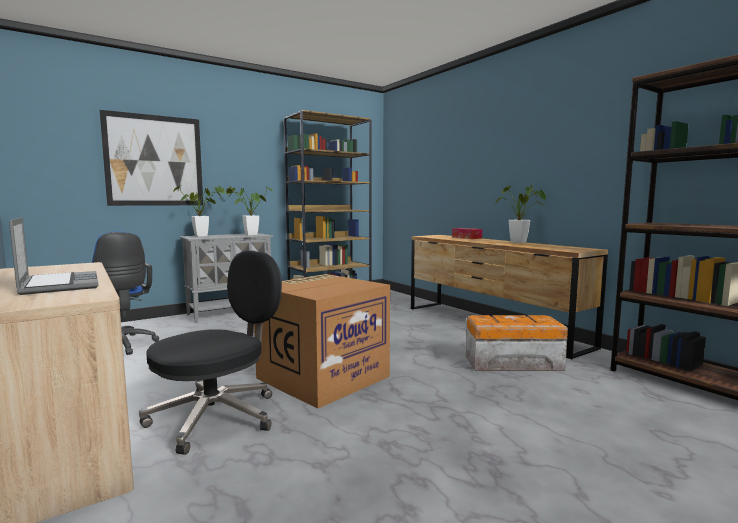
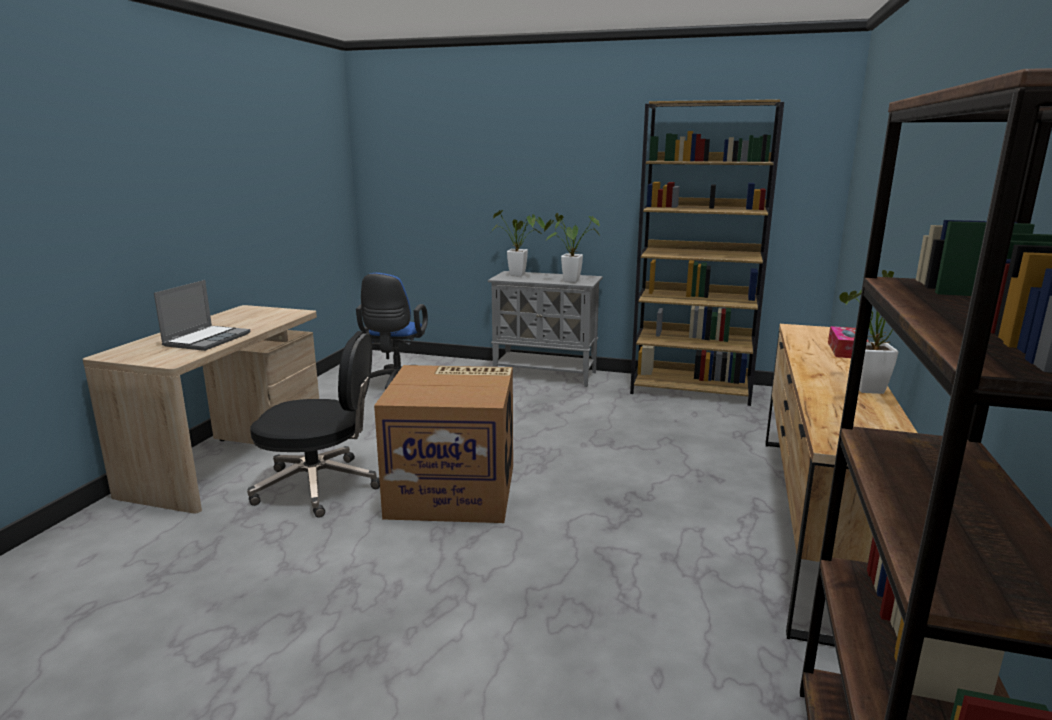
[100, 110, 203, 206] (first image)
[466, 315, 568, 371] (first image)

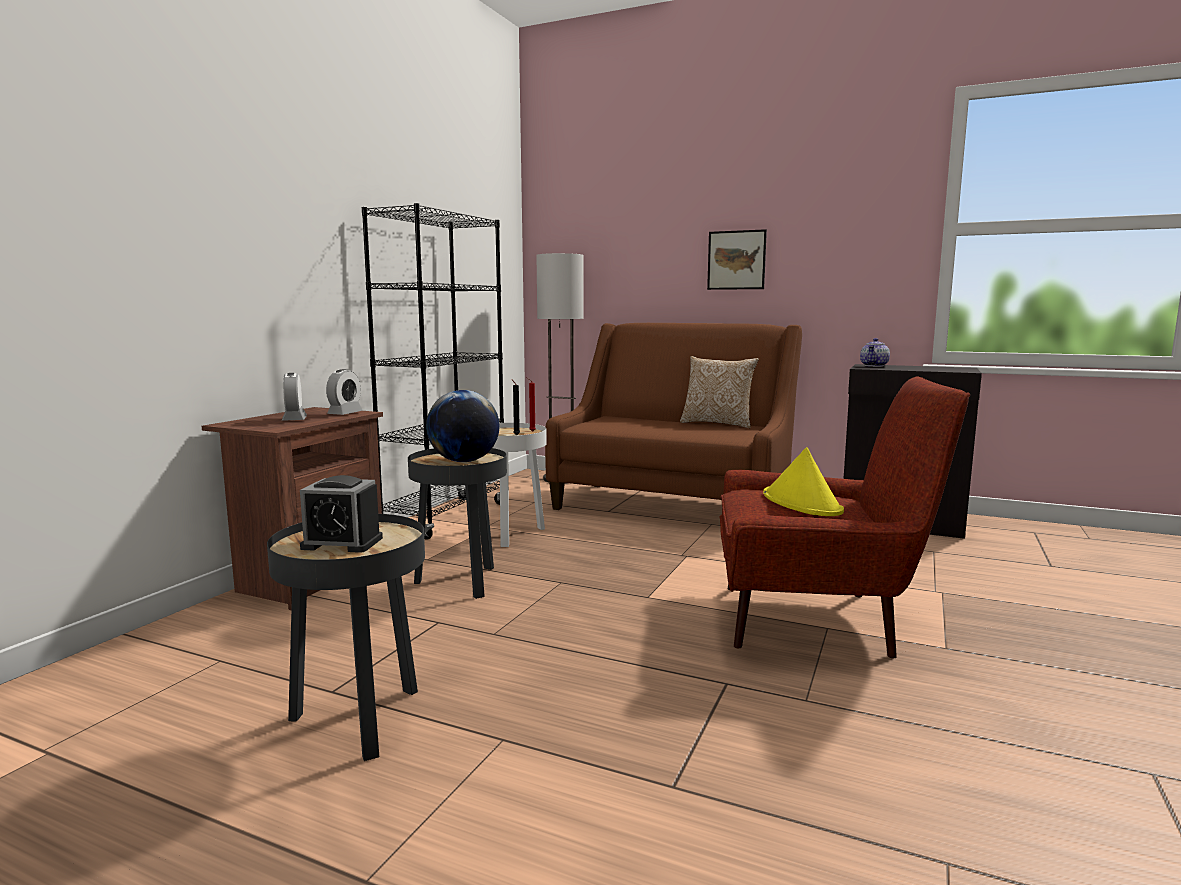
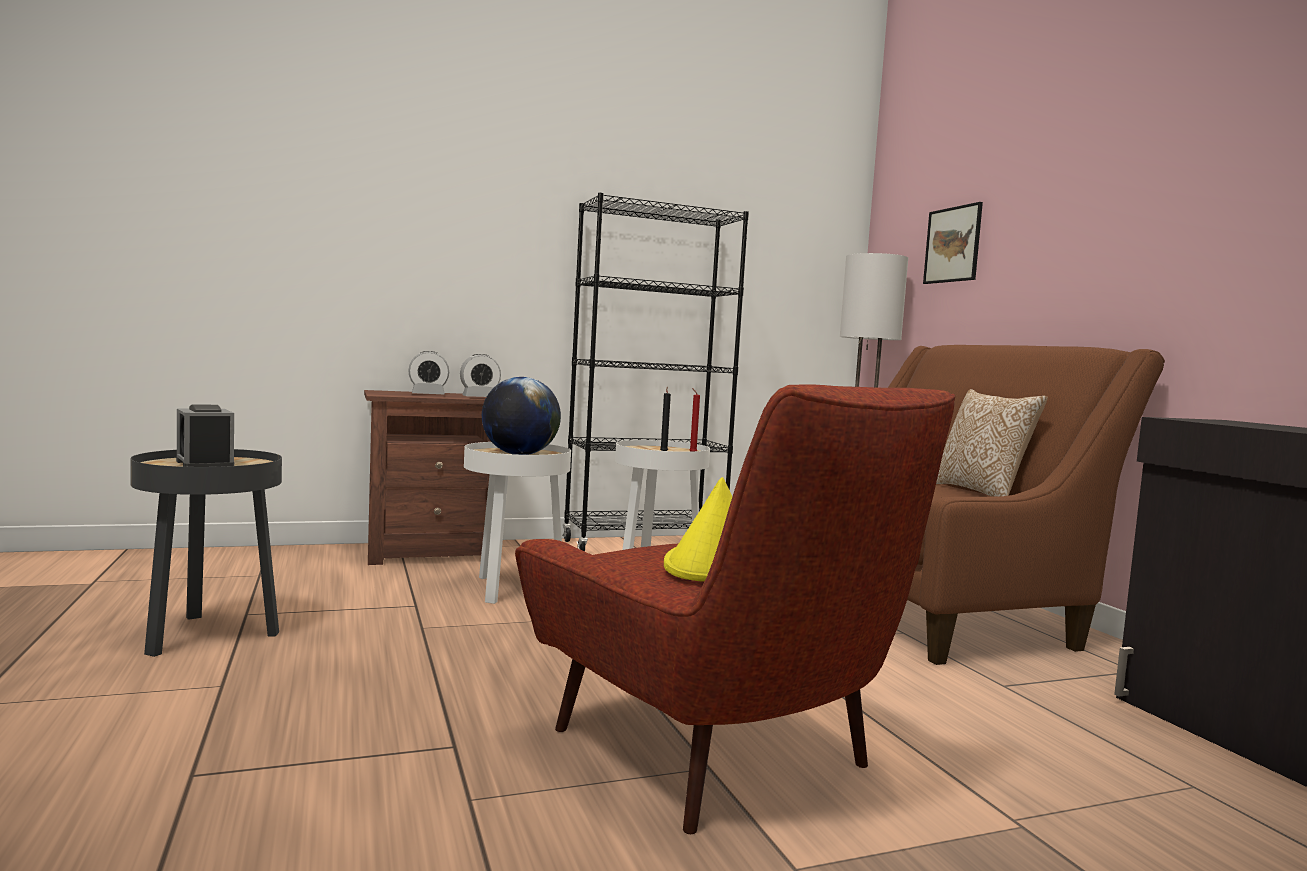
[408, 351, 449, 394]
[464, 442, 571, 604]
[923, 202, 983, 284]
[860, 338, 890, 367] (first image)

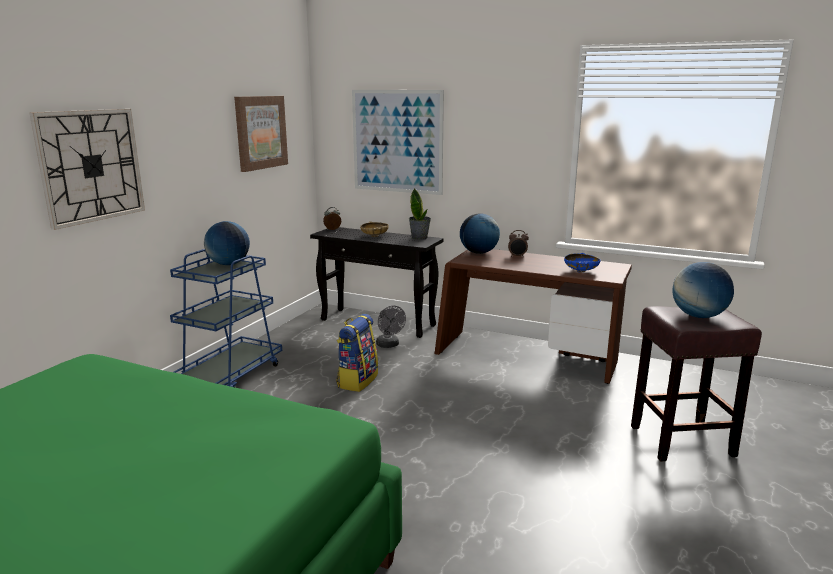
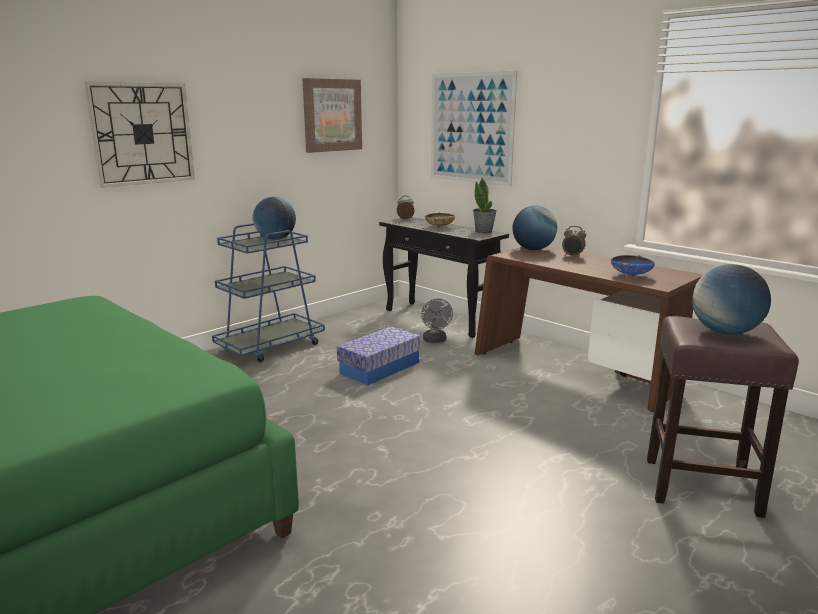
[337, 326, 421, 385]

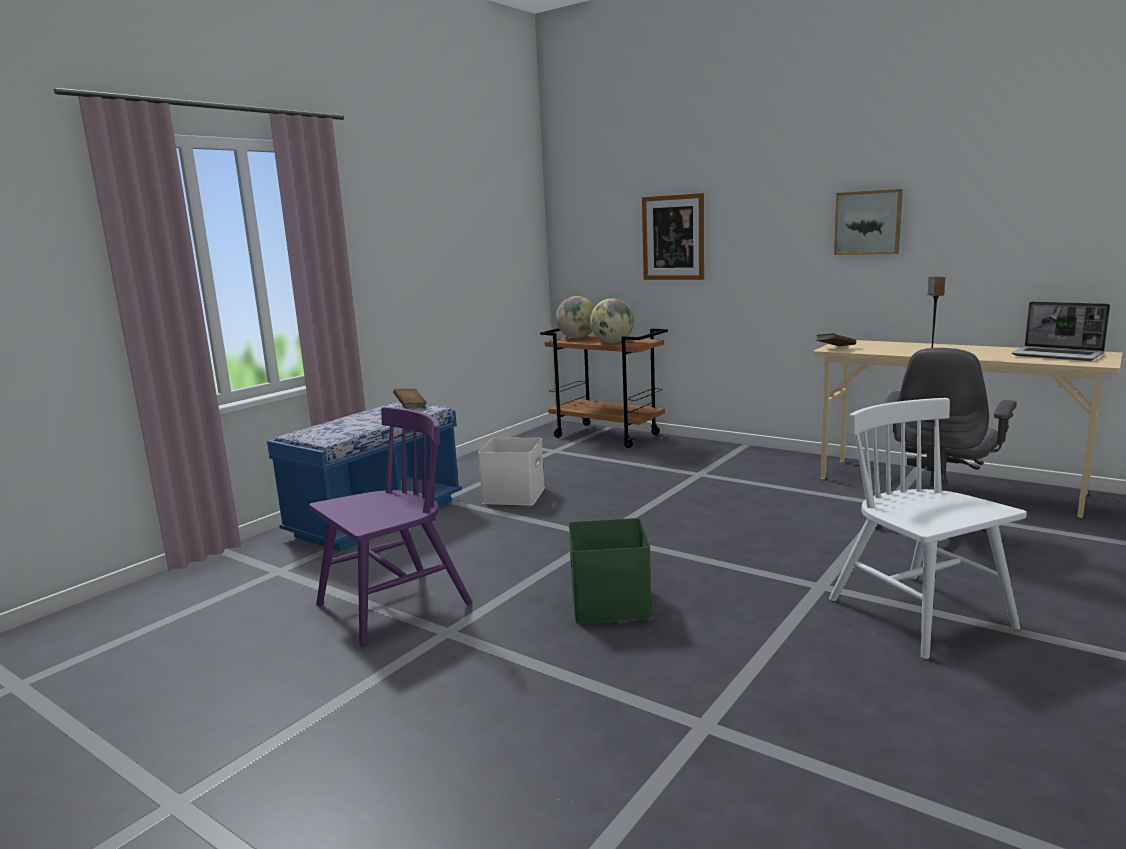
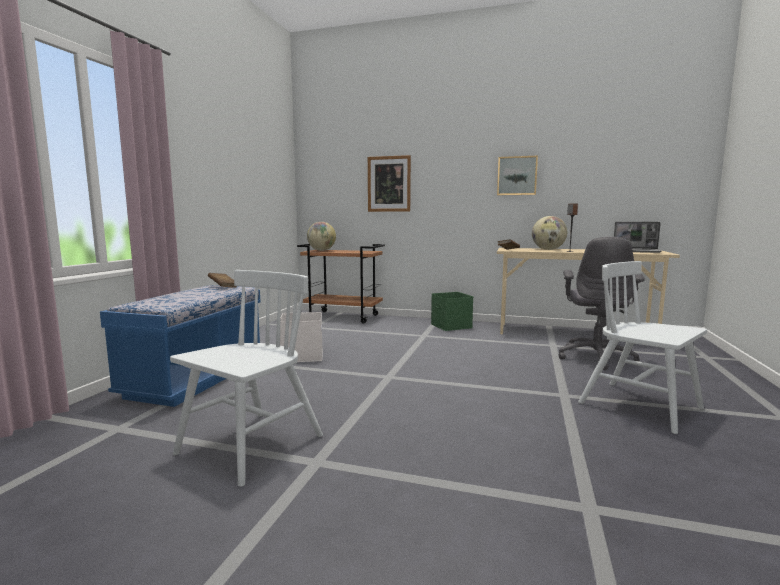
[170, 270, 323, 487]
[431, 292, 473, 331]
[532, 216, 567, 250]

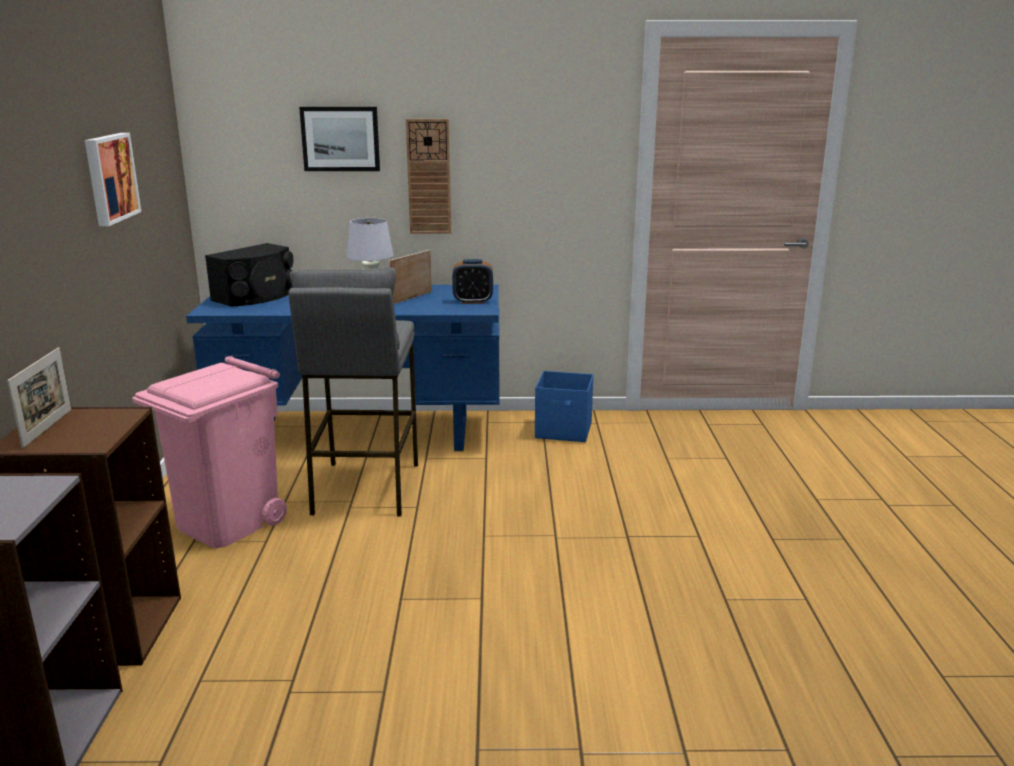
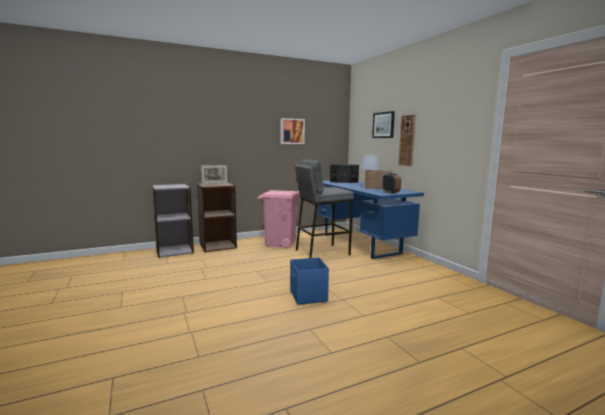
[290, 258, 329, 305]

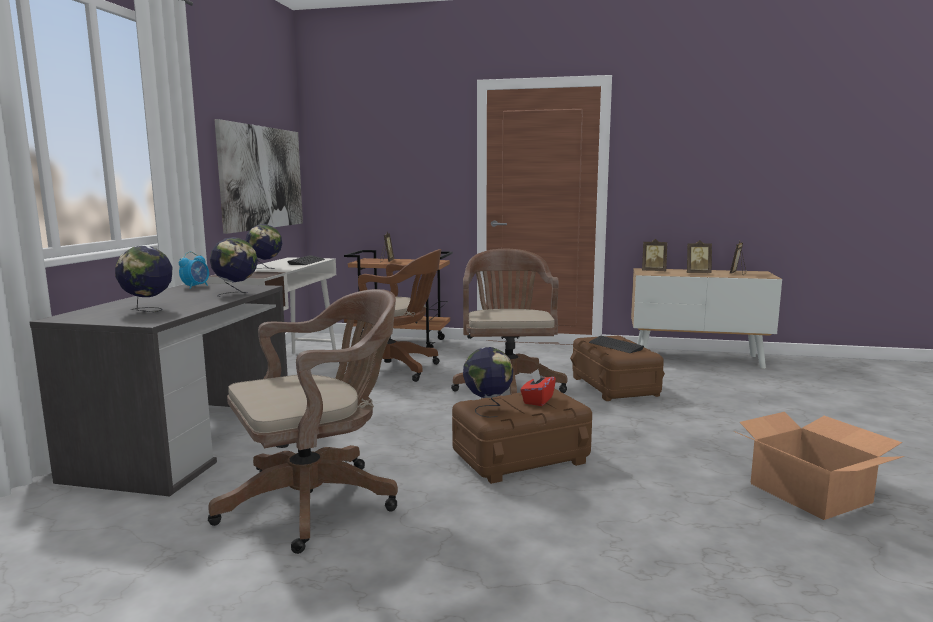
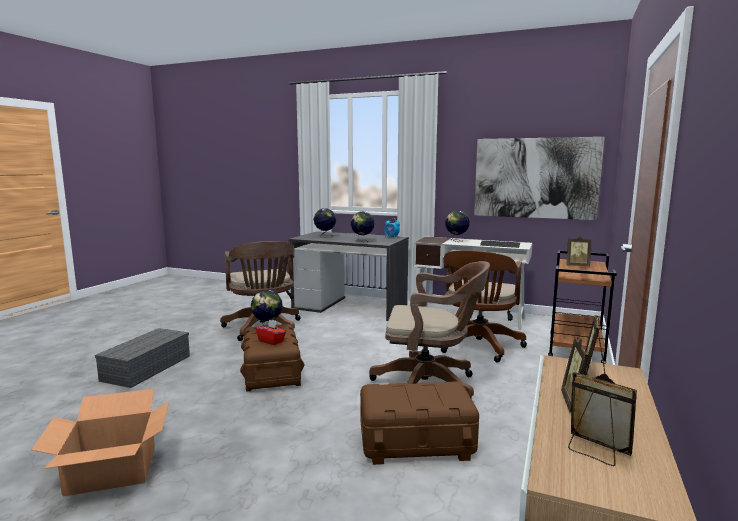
[589, 336, 644, 353] (first image)
[95, 328, 190, 388]

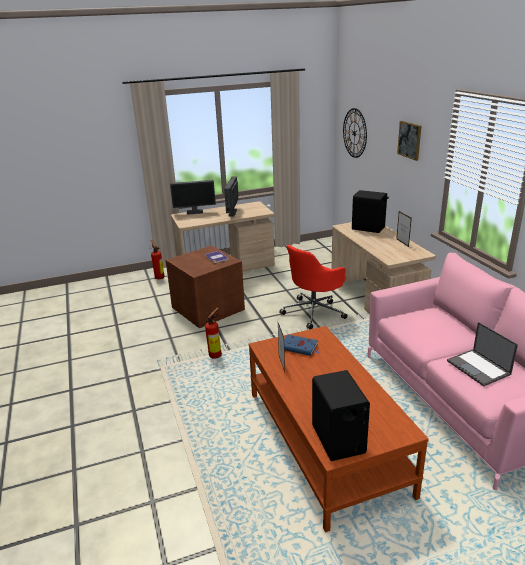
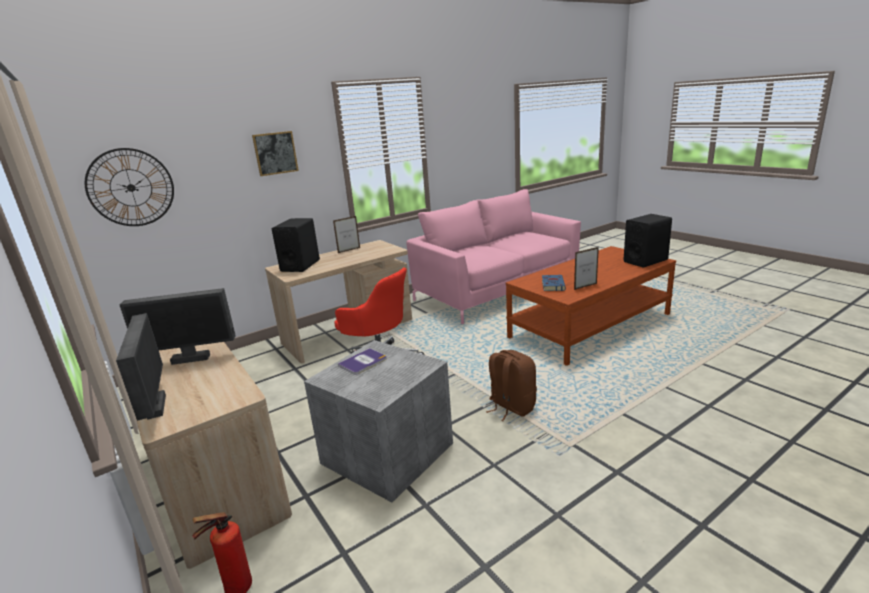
[304, 340, 453, 502]
[486, 350, 537, 421]
[447, 322, 518, 387] (first image)

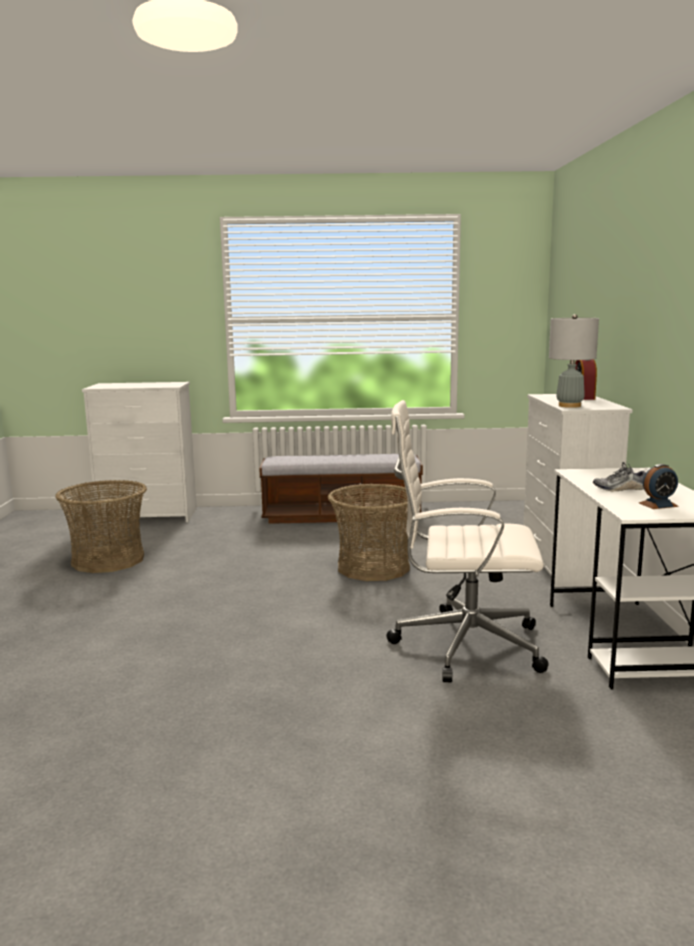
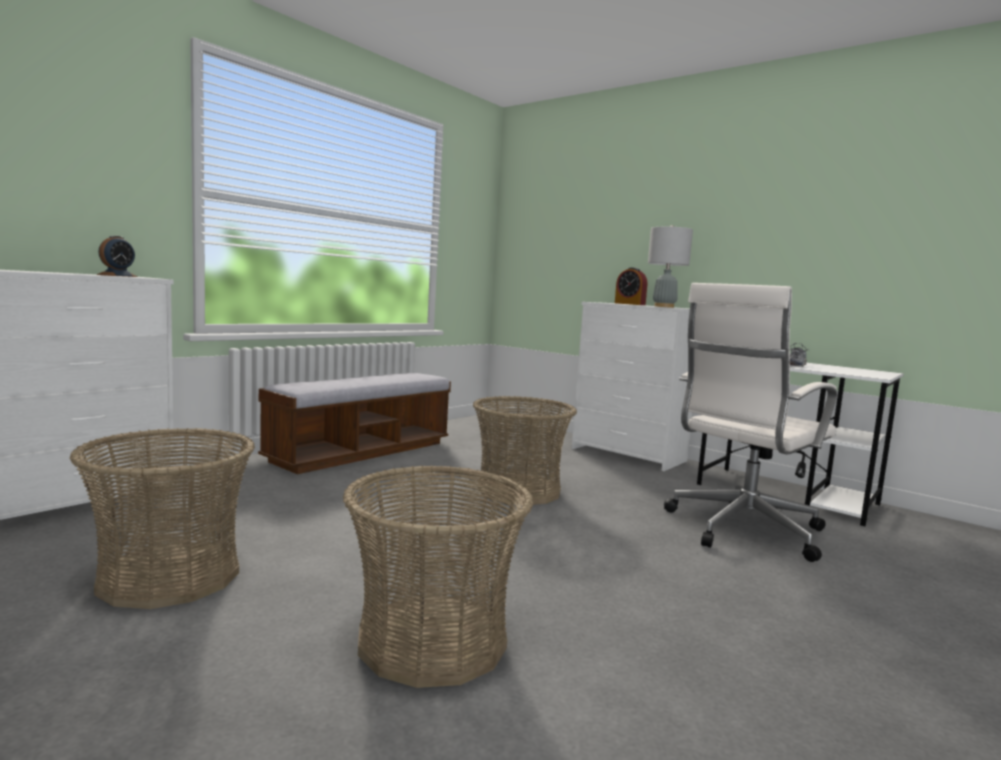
[97, 236, 138, 277]
[343, 465, 533, 688]

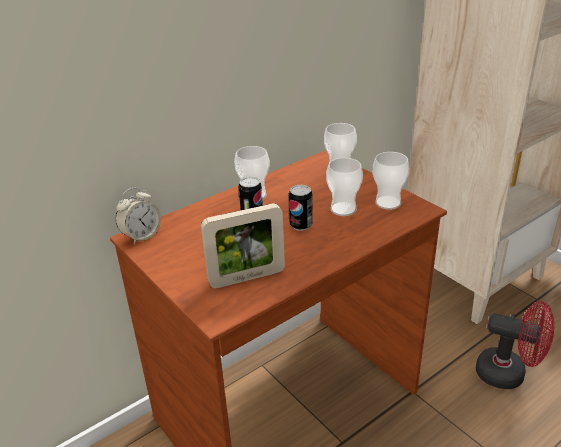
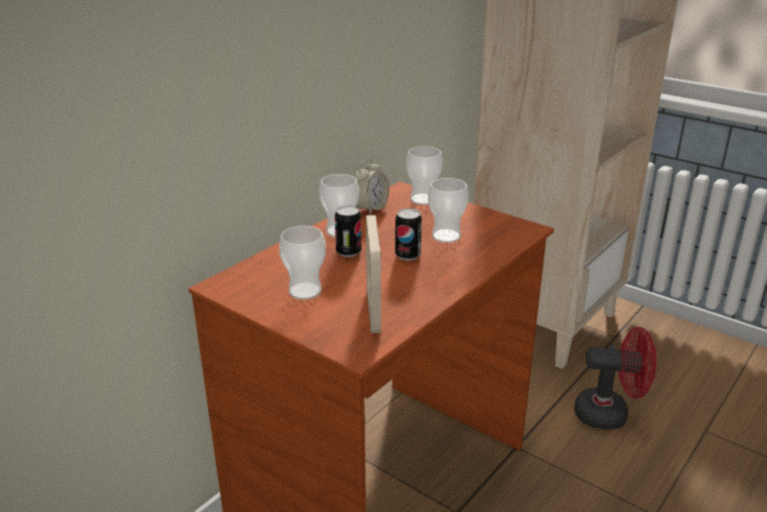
[354, 158, 389, 215]
[366, 215, 381, 333]
[279, 226, 326, 300]

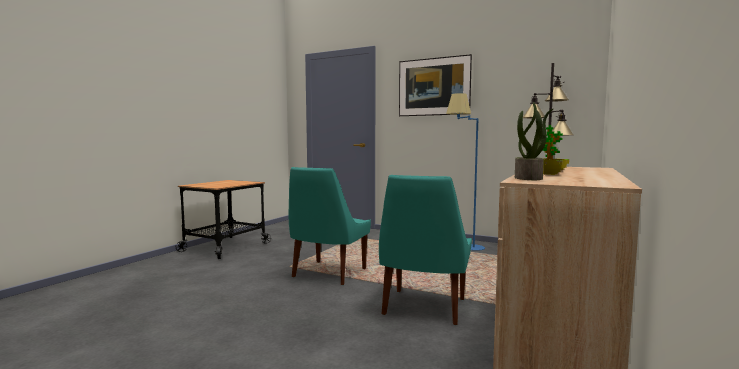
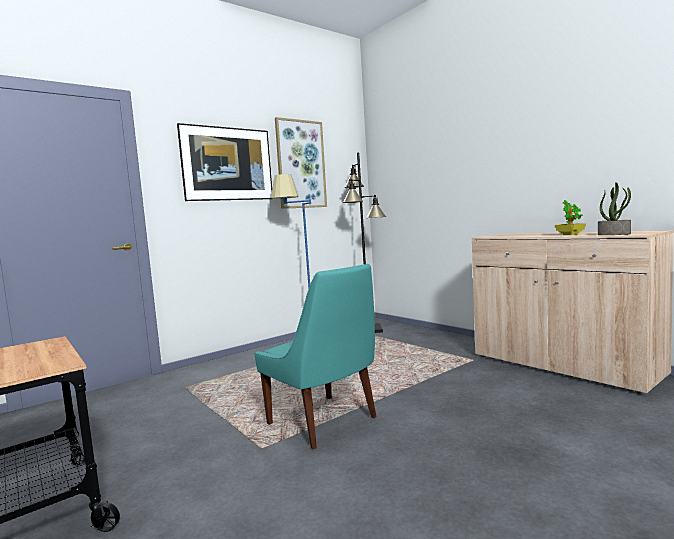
[379, 175, 472, 325] (first image)
[275, 117, 327, 209]

